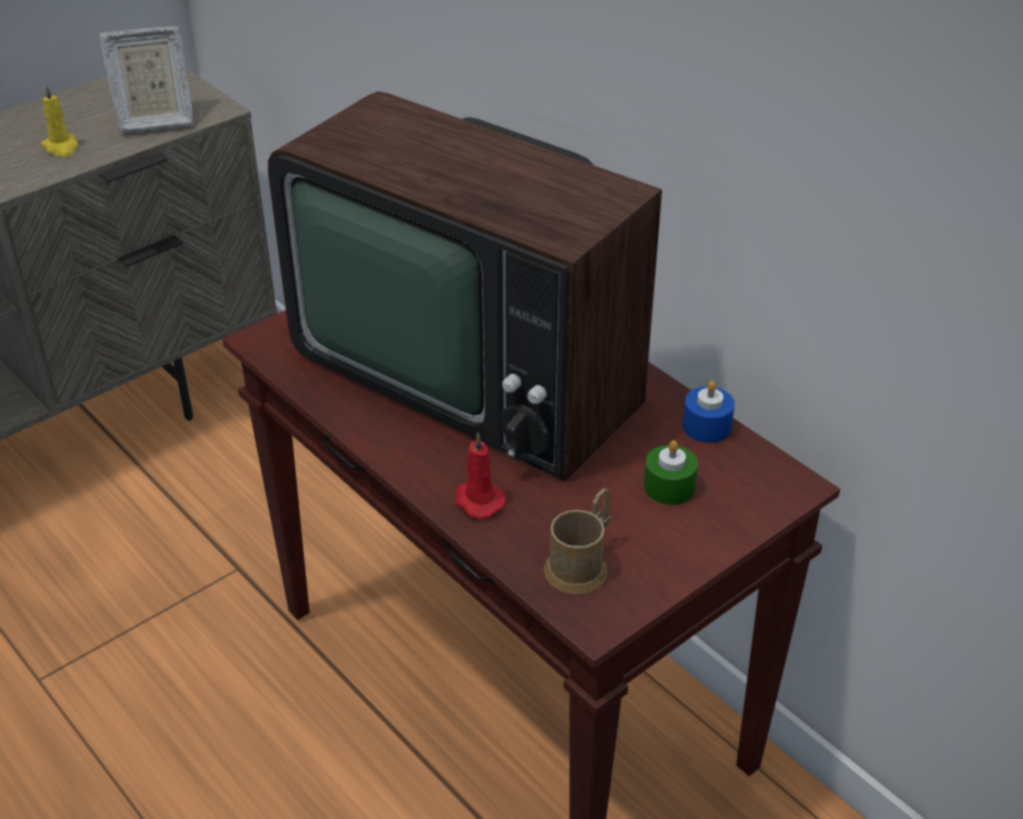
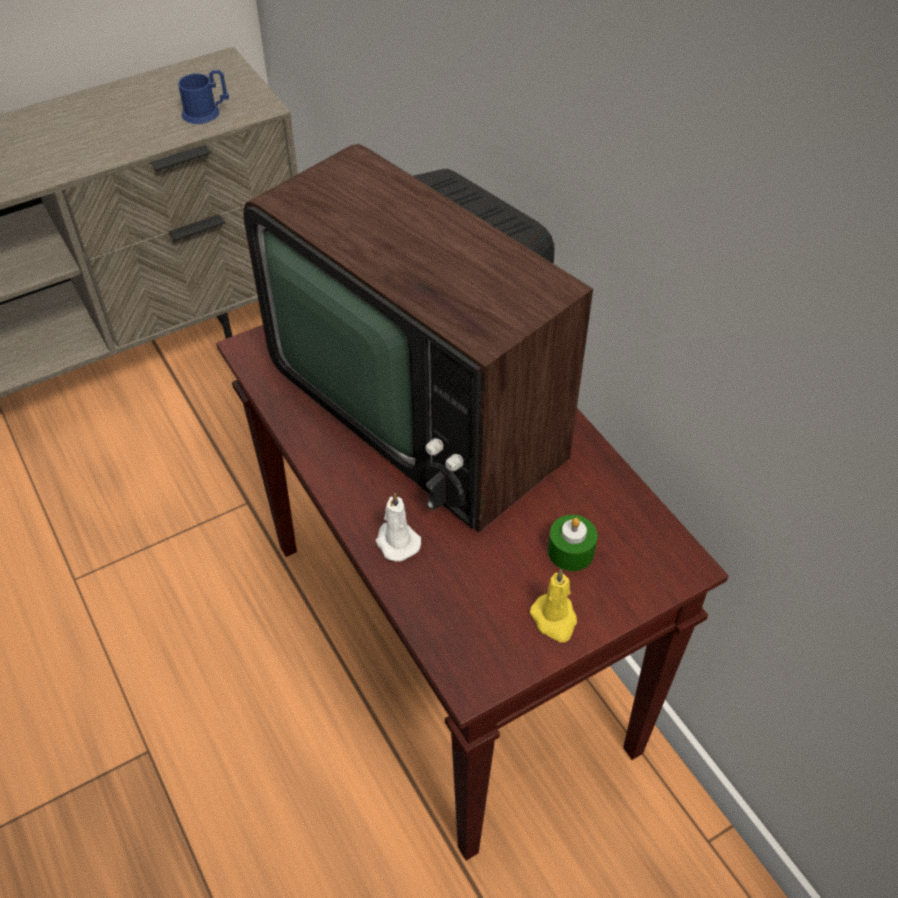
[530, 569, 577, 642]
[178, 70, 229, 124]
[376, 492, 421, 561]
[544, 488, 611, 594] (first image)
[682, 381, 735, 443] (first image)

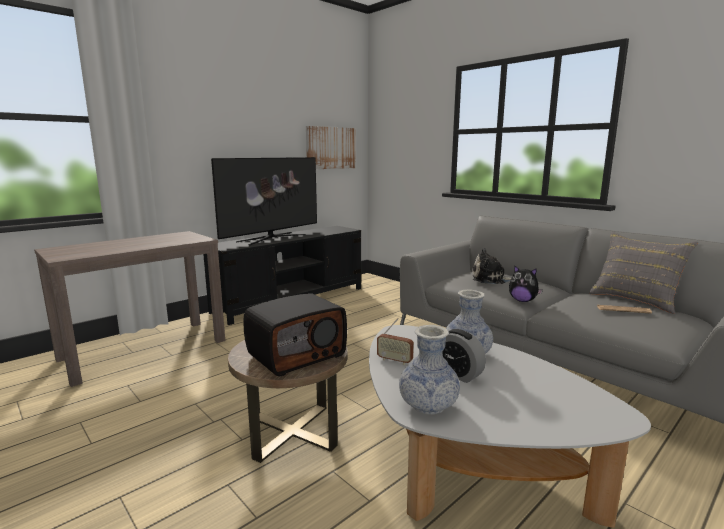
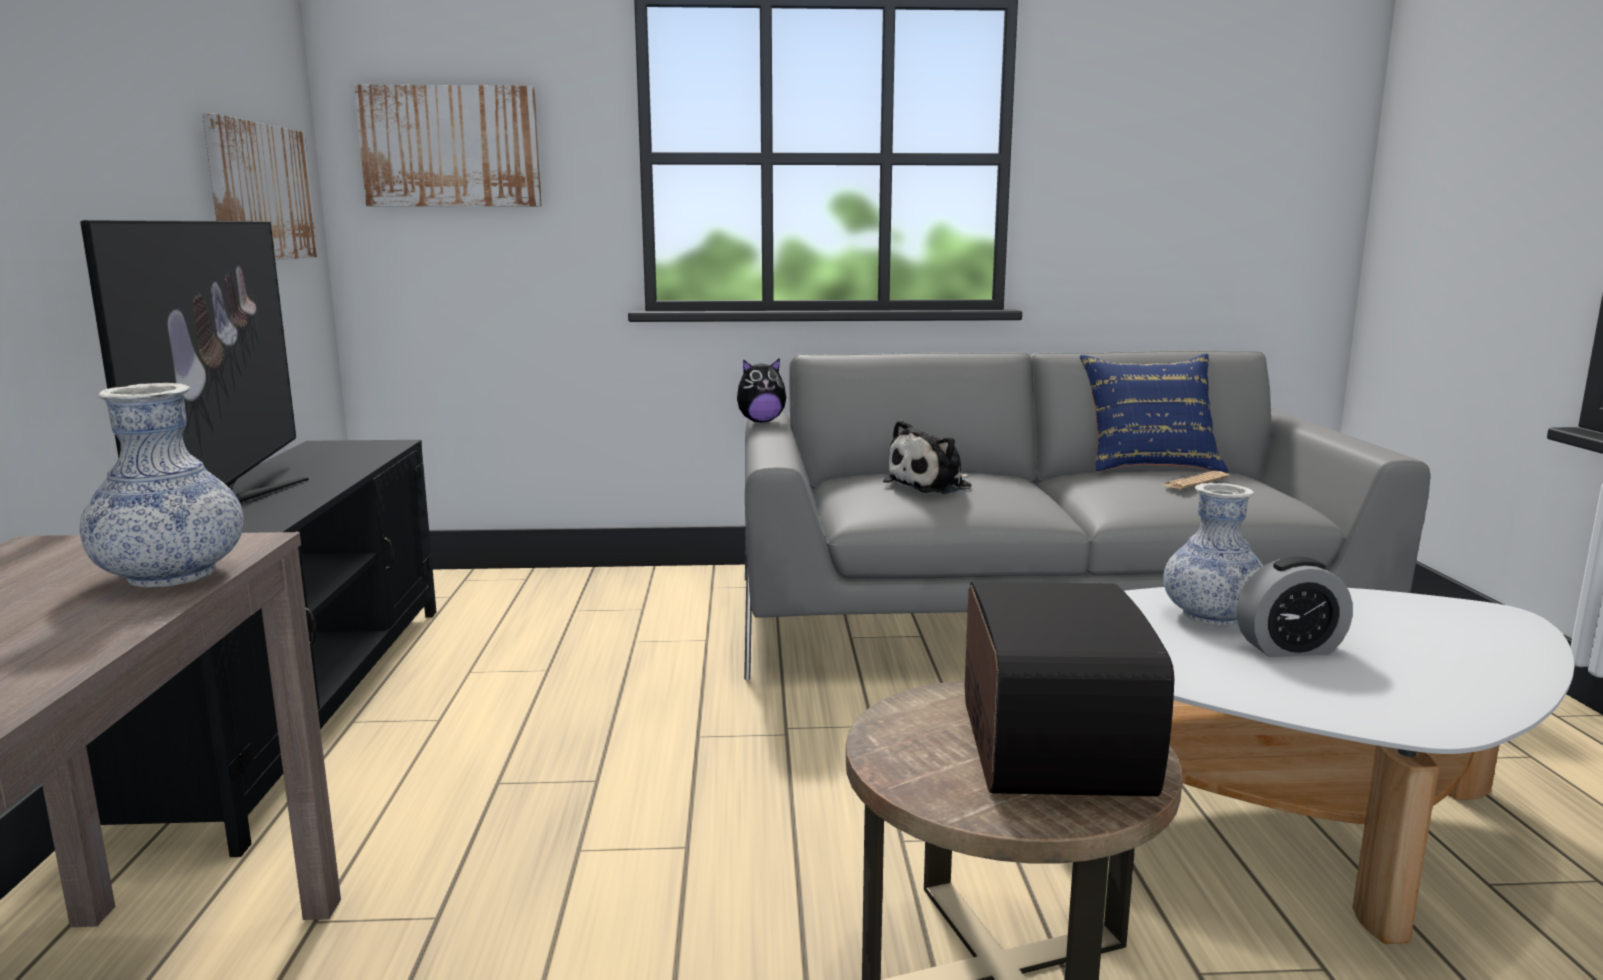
[377, 318, 414, 365] (first image)
[80, 383, 243, 587]
[737, 358, 786, 422]
[1080, 354, 1229, 473]
[354, 85, 542, 206]

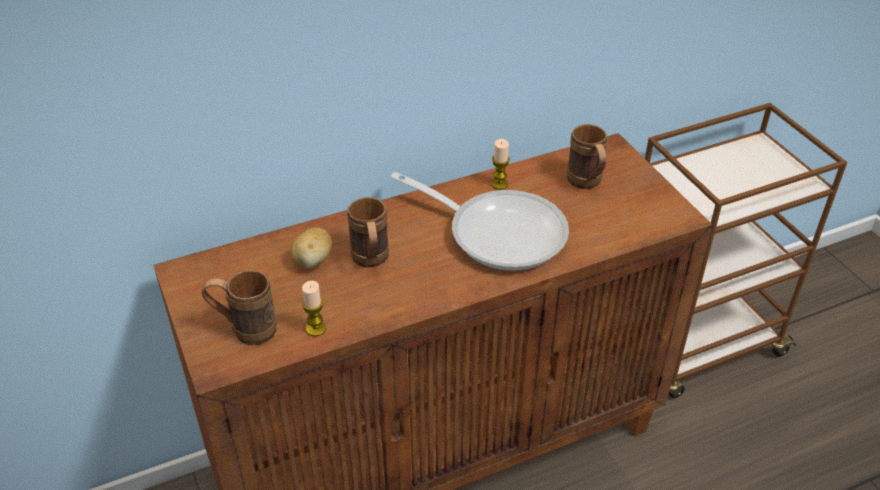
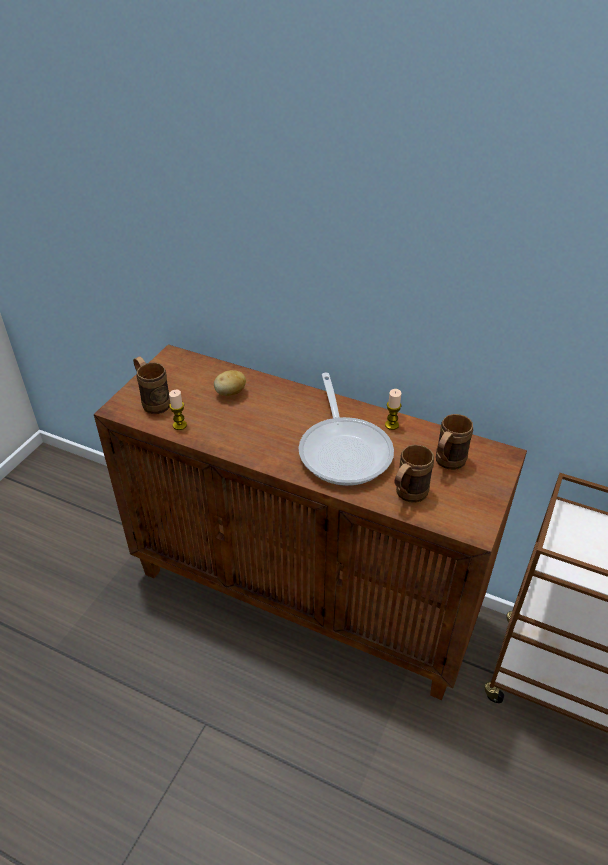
[395, 445, 434, 503]

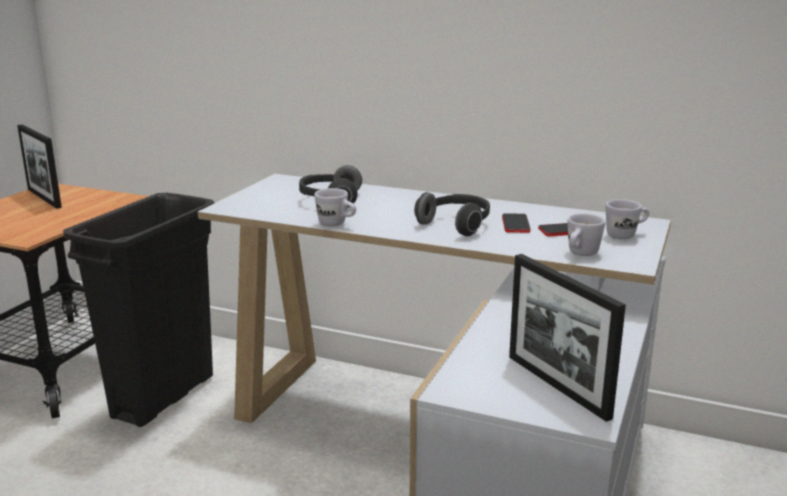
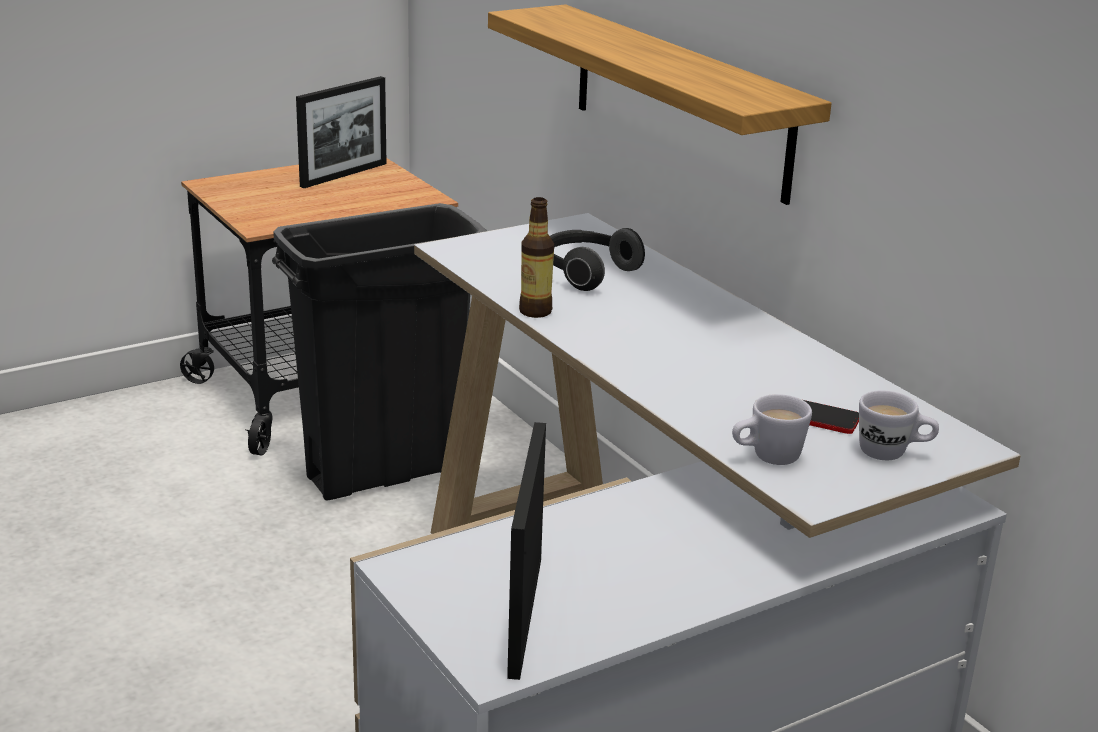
[296, 76, 387, 188]
[519, 197, 554, 318]
[414, 192, 490, 236] (first image)
[502, 213, 530, 233] (first image)
[488, 4, 832, 205]

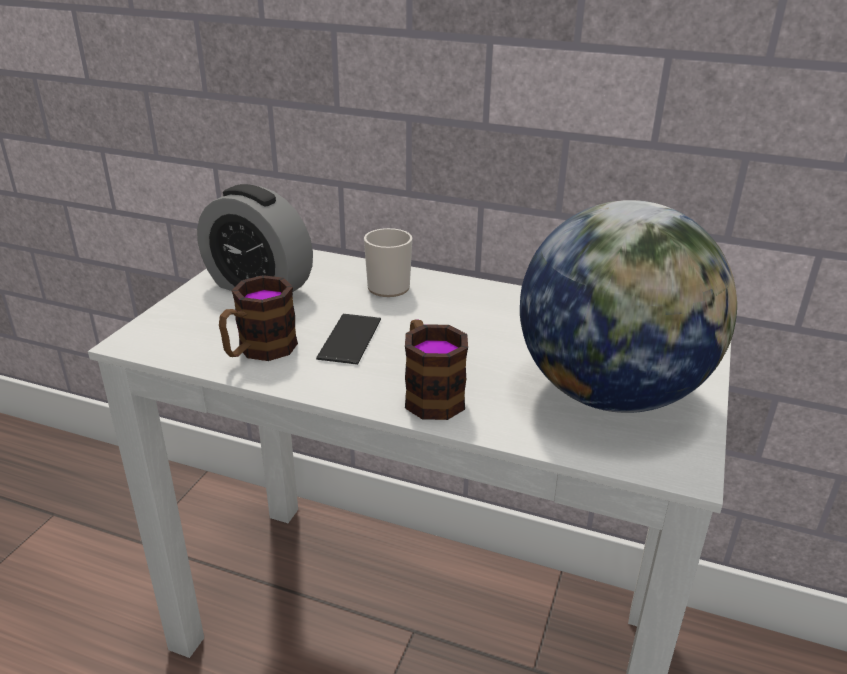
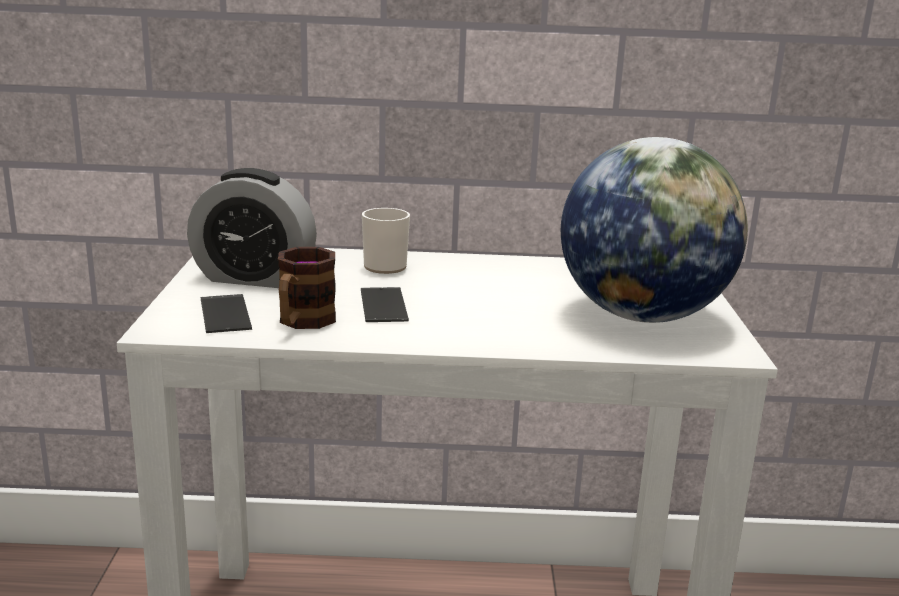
[405, 320, 468, 420] (first image)
[201, 294, 252, 333]

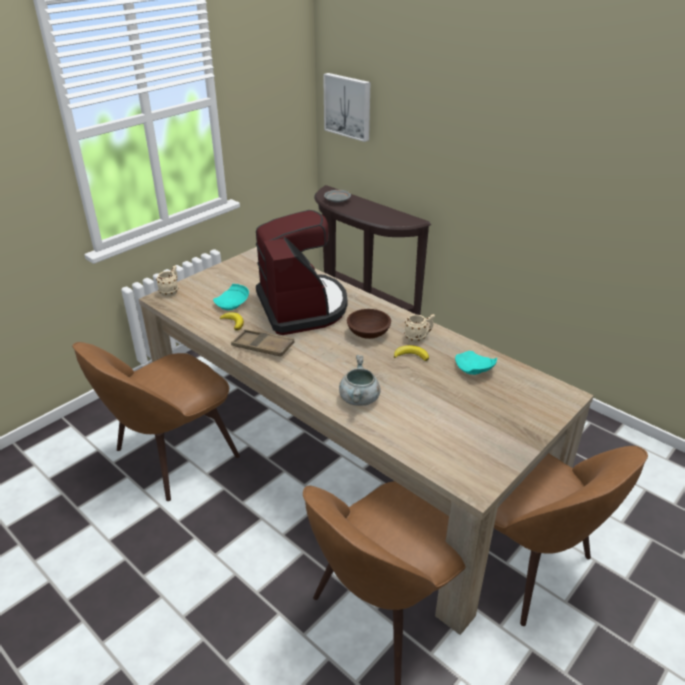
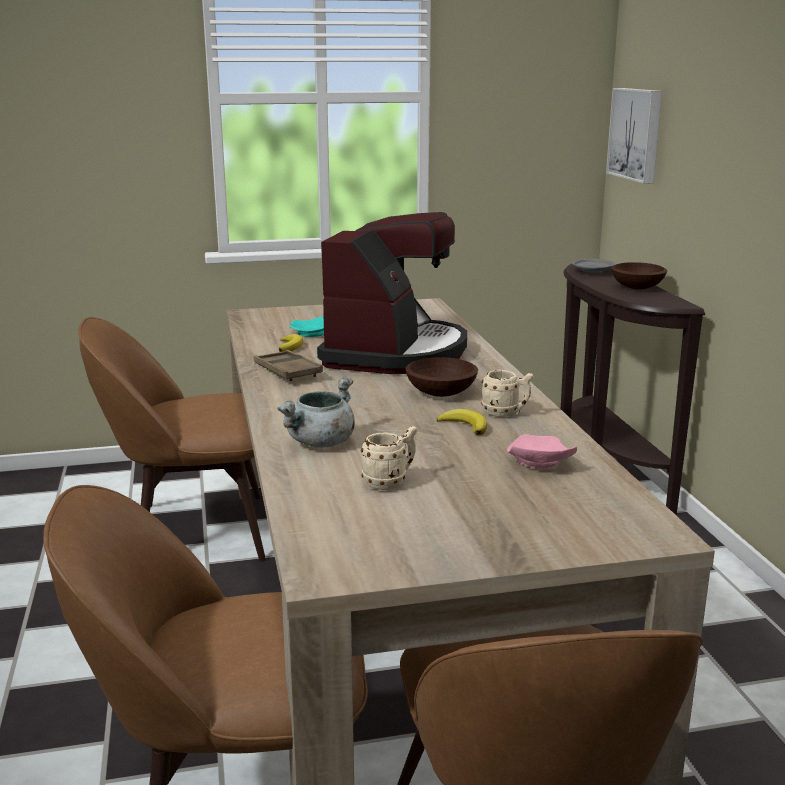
[361, 426, 417, 490]
[507, 434, 577, 468]
[611, 262, 667, 289]

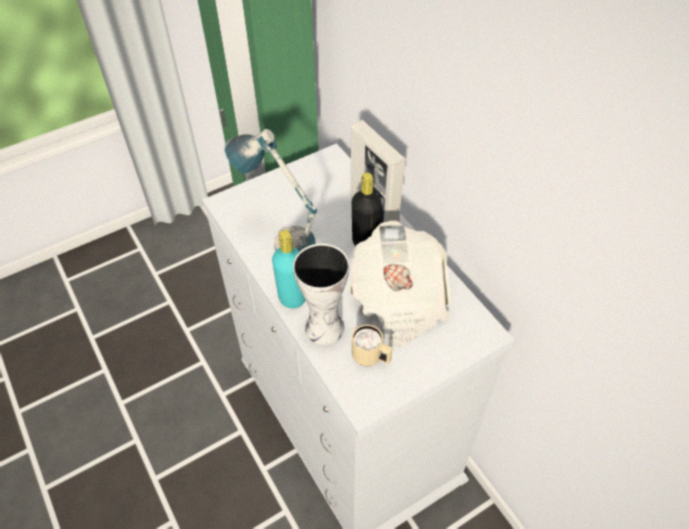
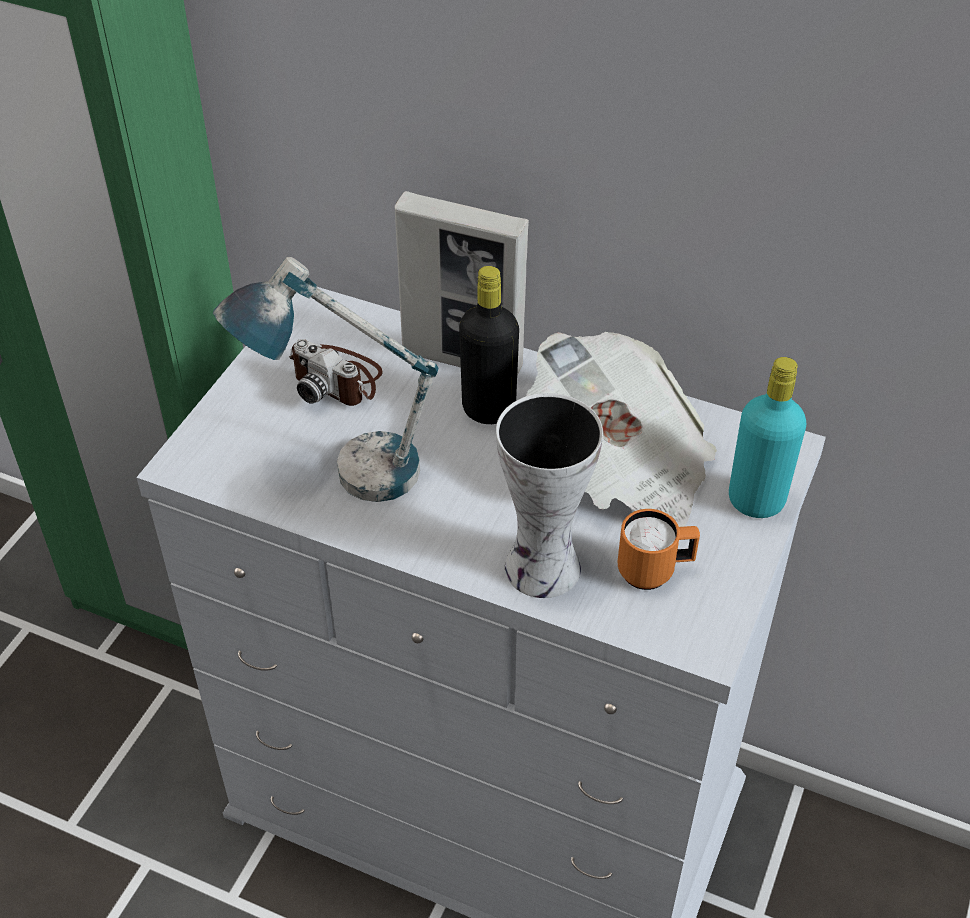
[729, 357, 806, 518]
[617, 509, 700, 590]
[289, 339, 383, 406]

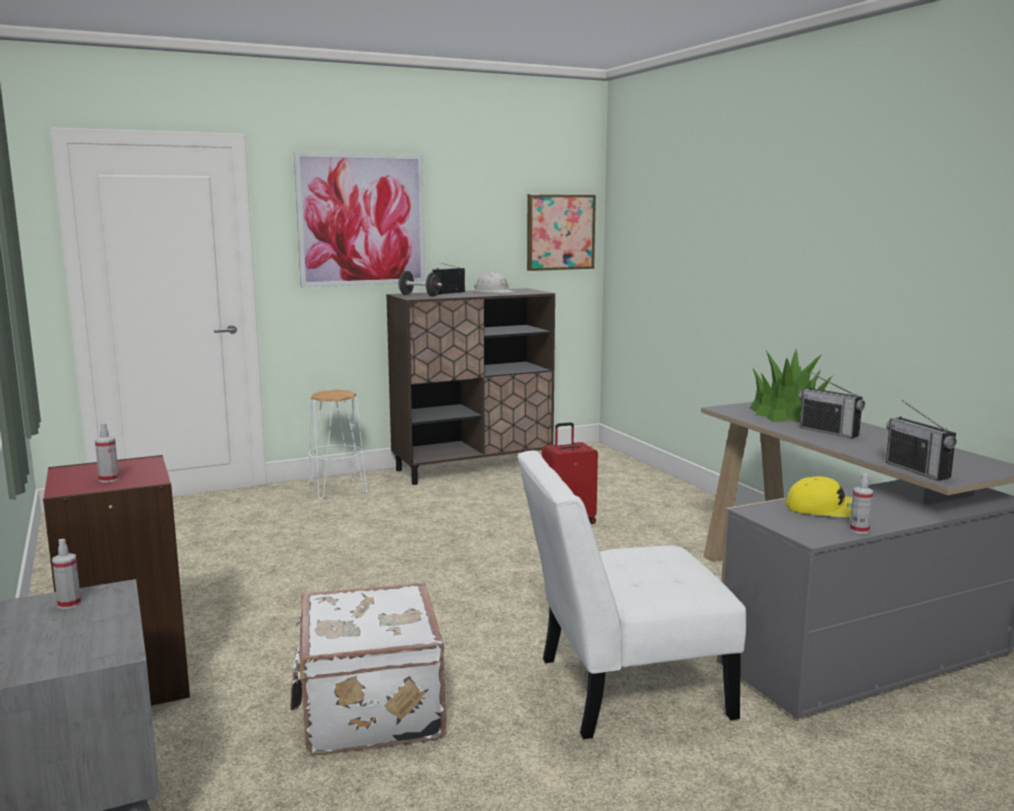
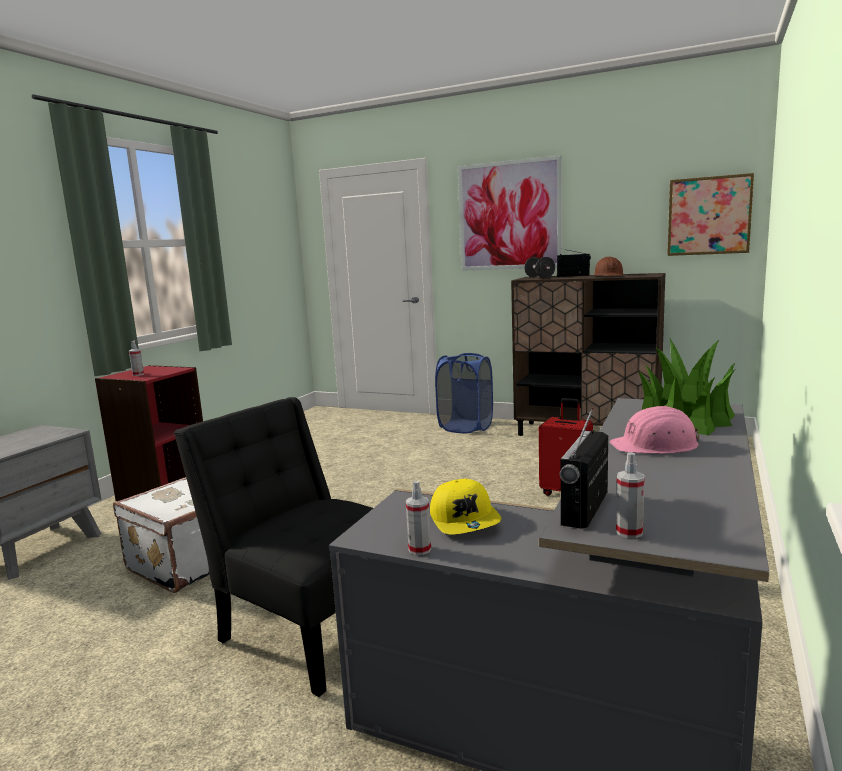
[616, 452, 645, 538]
[435, 353, 493, 433]
[593, 257, 625, 276]
[174, 397, 373, 697]
[609, 406, 700, 454]

